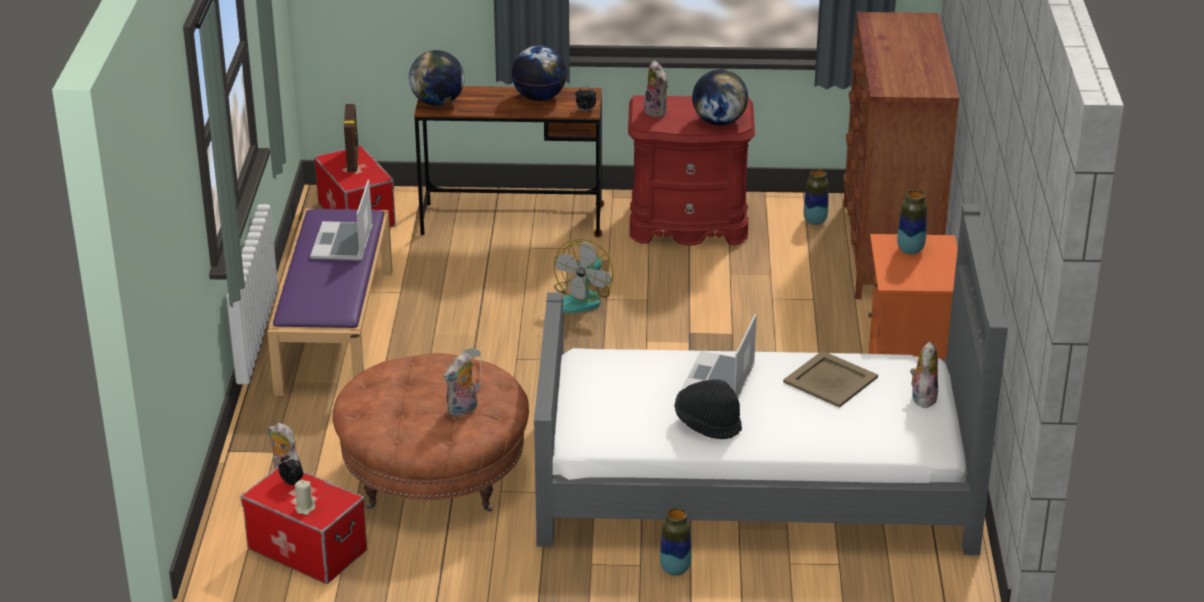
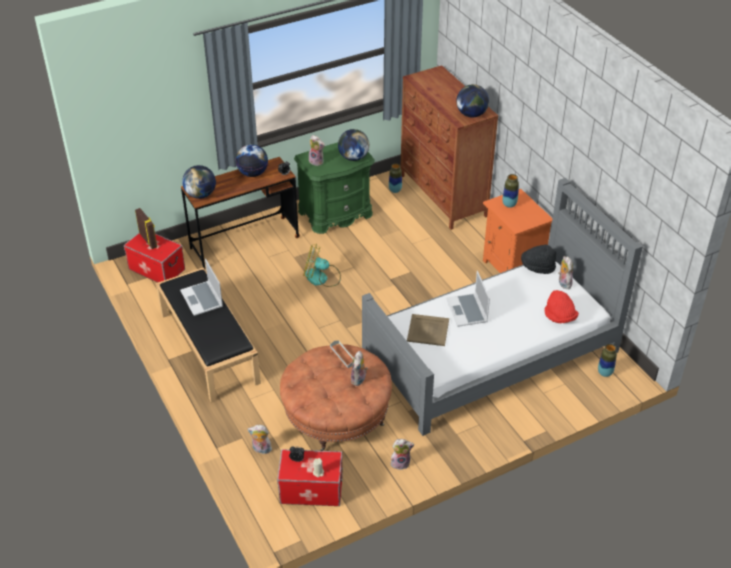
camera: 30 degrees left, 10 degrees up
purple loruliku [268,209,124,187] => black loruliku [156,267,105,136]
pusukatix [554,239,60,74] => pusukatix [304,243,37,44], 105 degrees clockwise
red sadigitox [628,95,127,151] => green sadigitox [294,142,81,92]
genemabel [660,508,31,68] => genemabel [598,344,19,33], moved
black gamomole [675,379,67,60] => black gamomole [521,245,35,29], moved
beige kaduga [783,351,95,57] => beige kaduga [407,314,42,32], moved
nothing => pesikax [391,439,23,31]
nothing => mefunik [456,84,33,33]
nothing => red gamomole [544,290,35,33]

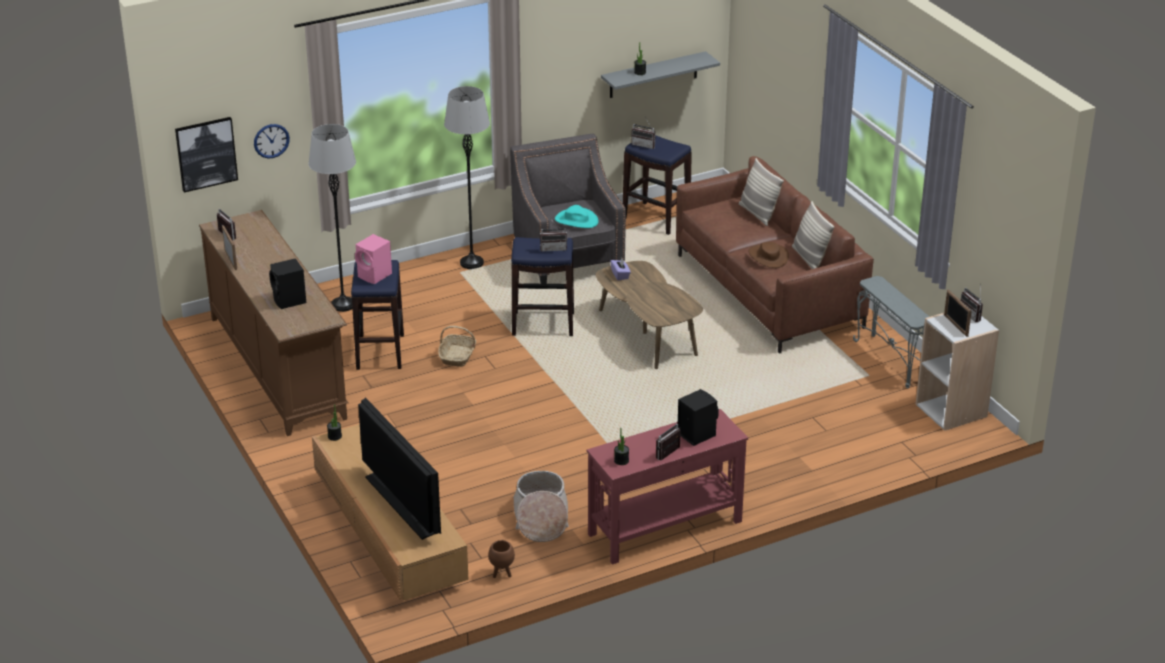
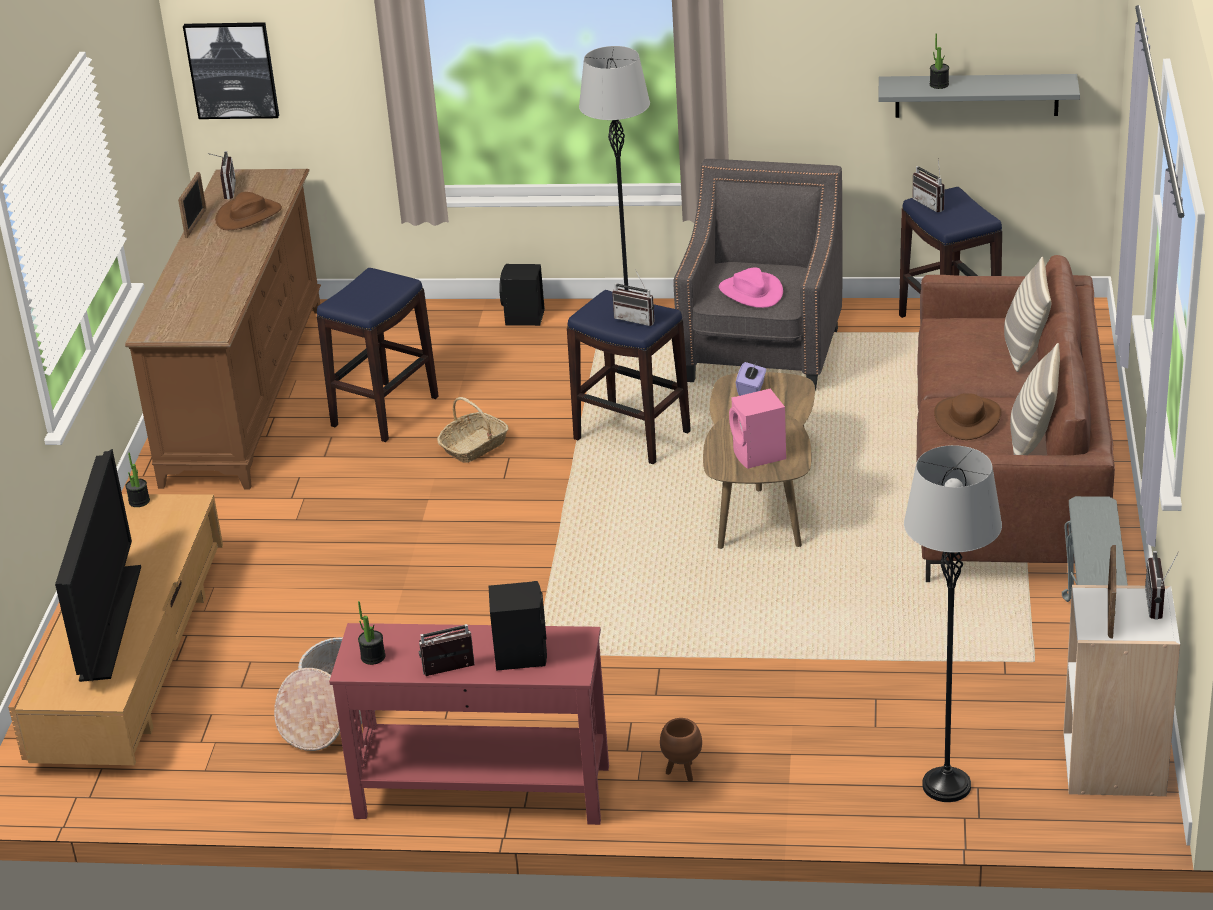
camera: 35 degrees right, 0 degrees up
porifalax [254,124,36,34] => nothing
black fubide [269,258,37,51] => black fubide [499,264,46,62], moved
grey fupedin [309,124,47,188] => grey fupedin [904,445,98,357], moved
pink fubide [355,234,37,50] => pink fubide [729,389,57,80], moved
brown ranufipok [488,540,27,38] => brown ranufipok [660,718,42,64], moved
turquoise gamomole [555,205,43,23] => pink gamomole [719,267,64,41]
nothing => brown gamomole [215,192,67,38]

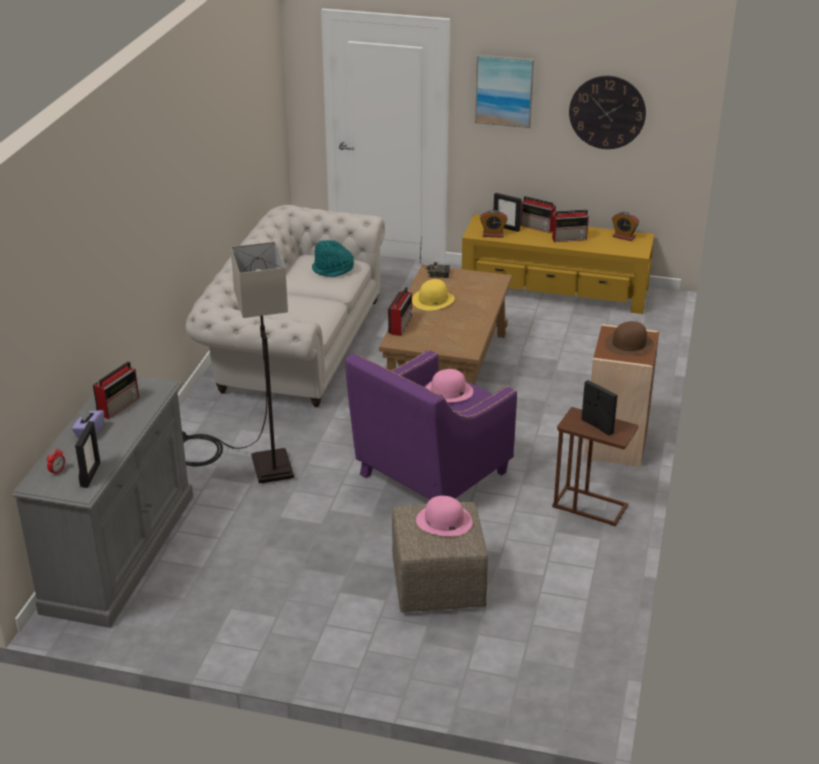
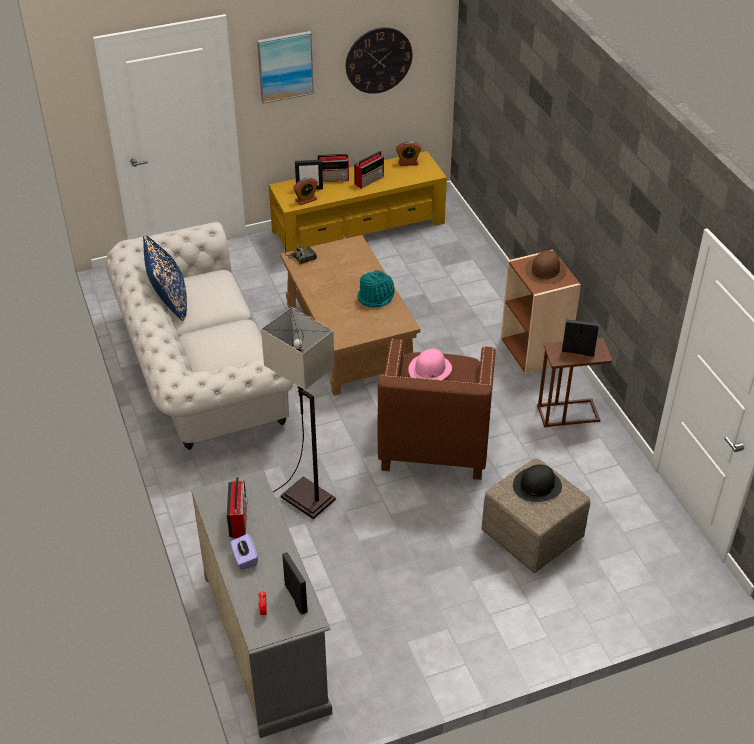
camera: 35 degrees left, 10 degrees up
turquoise gamomole [312,240,42,37] => turquoise gamomole [357,270,38,37], moved
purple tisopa [345,350,172,149] => brown tisopa [378,339,118,141]
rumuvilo [388,287,24,49] => nothing
yellow gamomole [412,279,43,31] => nothing
pink gamomole [416,496,57,40] => black gamomole [513,464,49,38]
nothing => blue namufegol [143,235,44,86]

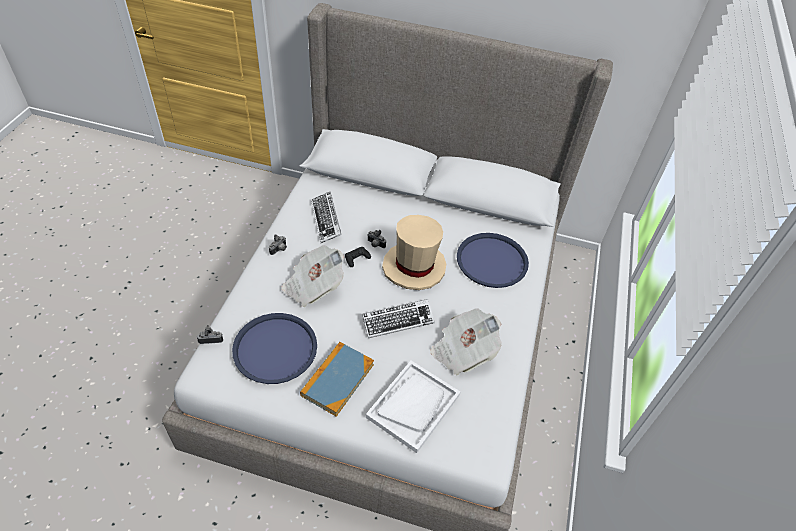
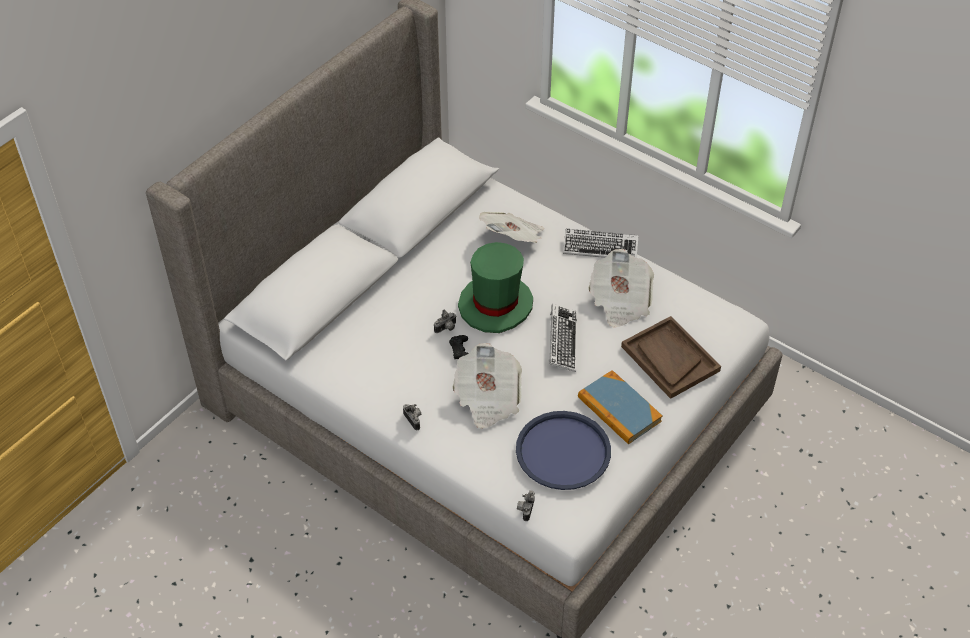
camera: 65 degrees left, 0 degrees up
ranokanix [311,192,31,51] => ranokanix [563,229,76,29], moved
white kaduga [366,360,94,93] => brown kaduga [621,316,100,83]
beige gamomole [382,215,64,75] => green gamomole [458,242,75,91]
blue kaduga [457,233,72,55] => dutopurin [479,212,65,31]

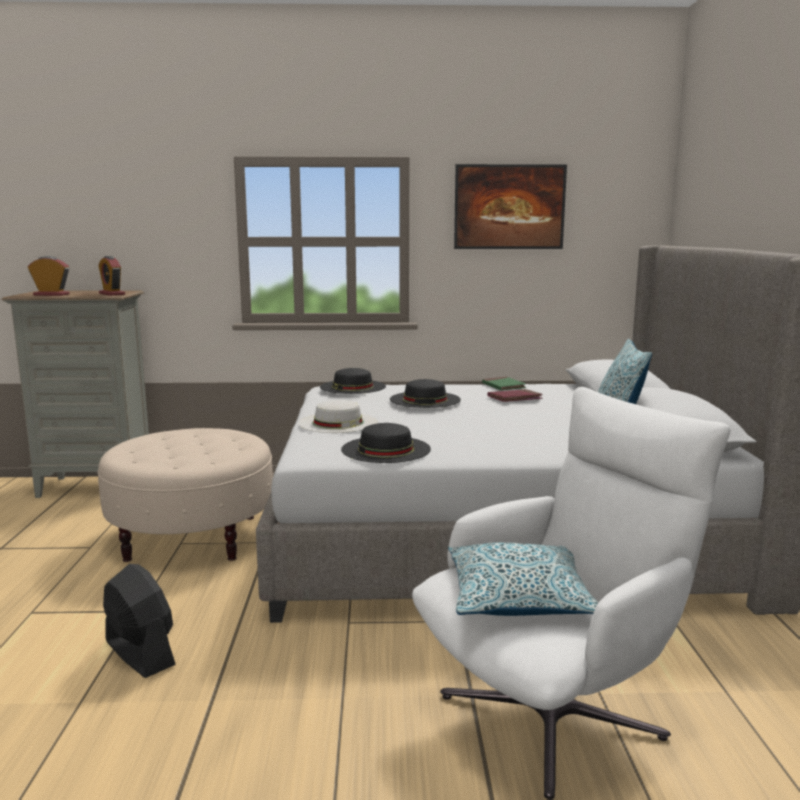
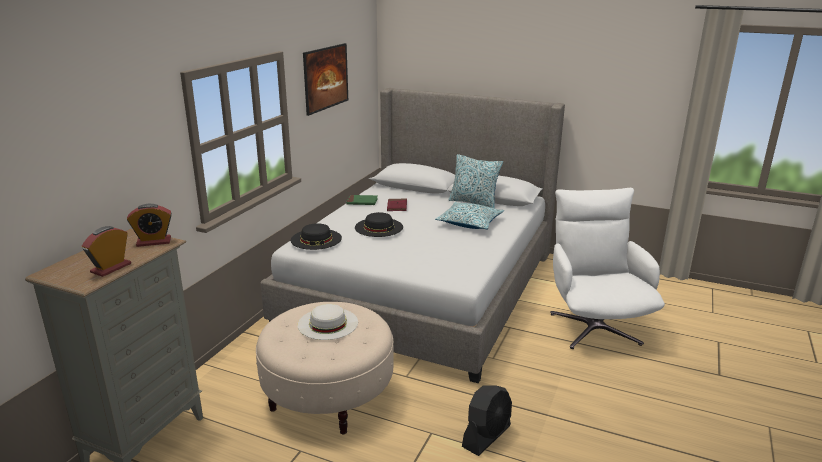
camera: 65 degrees left, 10 degrees up
black pusukatix [103,564,72,114] => black pusukatix [462,385,50,71], 150 degrees clockwise
white gamomole [298,399,80,34] => white gamomole [298,304,60,36], moved
black gamomole [341,423,90,40] => nothing
namufegol [448,542,150,74] => namufegol [435,202,69,28], moved

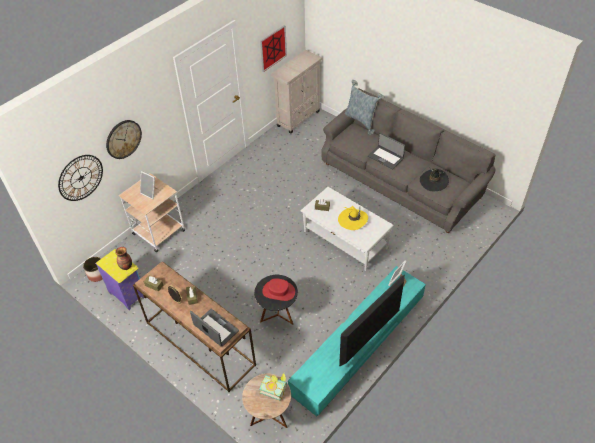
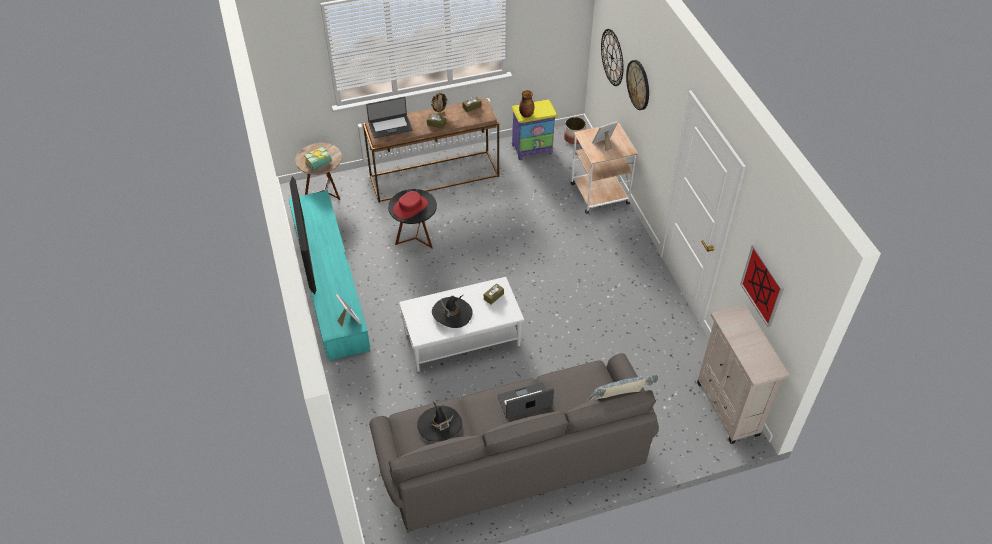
camera: 120 degrees right, 0 degrees up
yellow gamomole [338,206,30,24] => black gamomole [432,295,41,33]

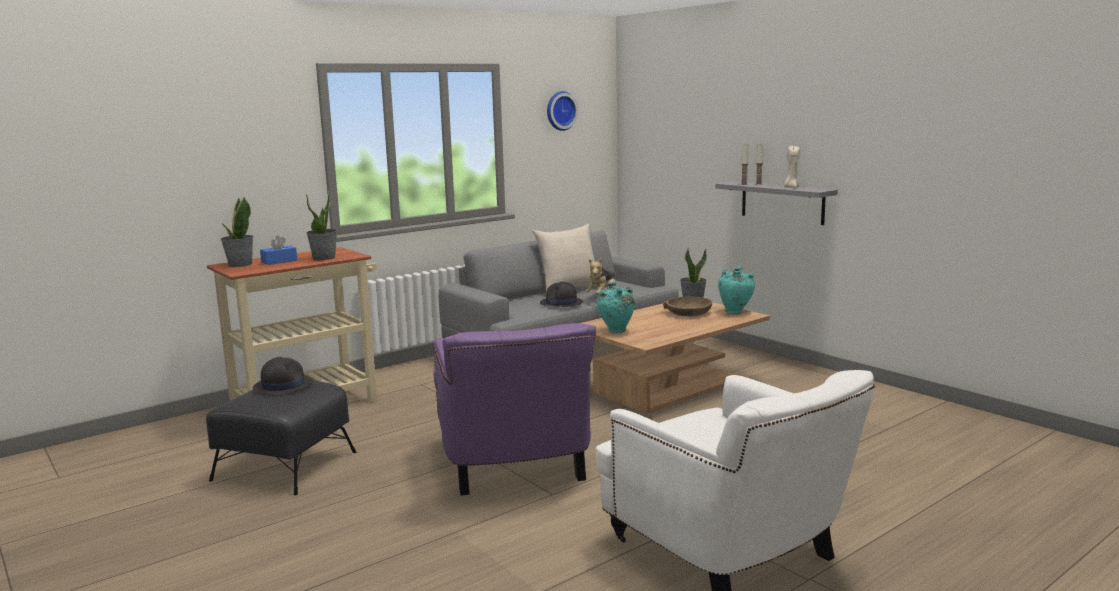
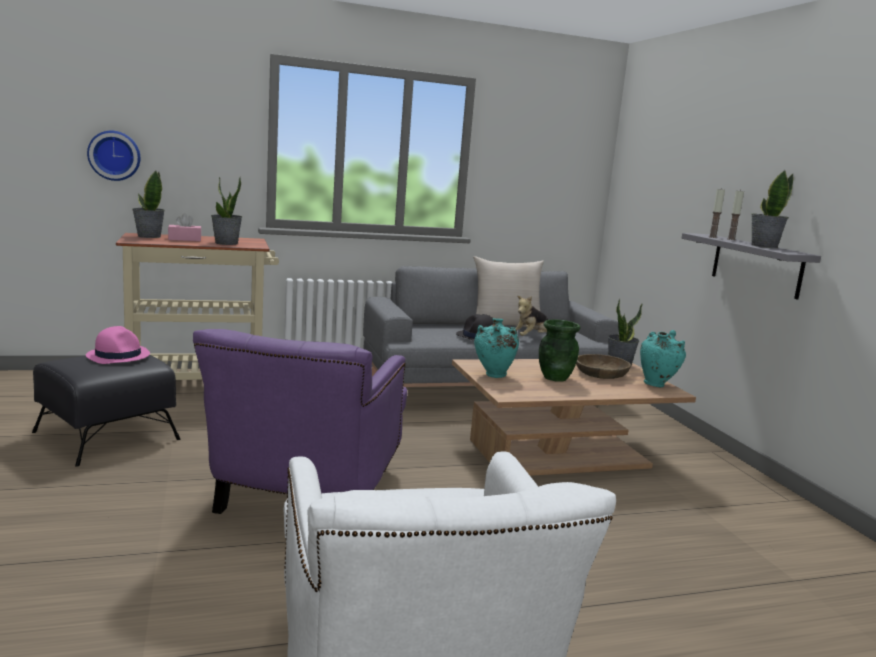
camera: 20 degrees right, 0 degrees up
black gamomole [253,357,60,39] => pink gamomole [86,326,64,38]
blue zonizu [260,236,37,29] => pink zonizu [168,213,34,28]
porifalax [547,91,31,40] => porifalax [87,131,53,50], moved
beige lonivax [784,146,16,41] => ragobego [752,170,42,78]
nothing => green genemabel [539,319,41,63]

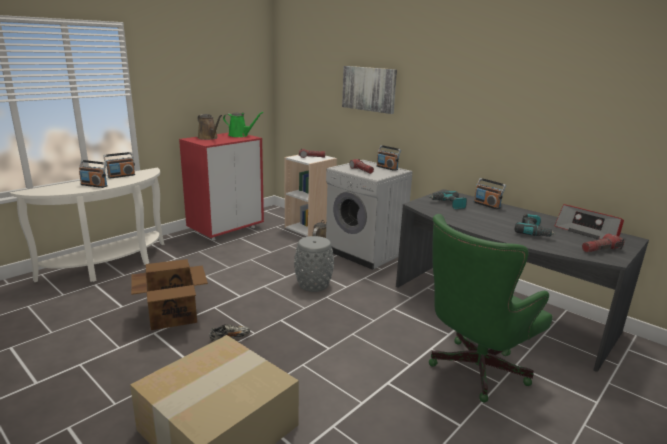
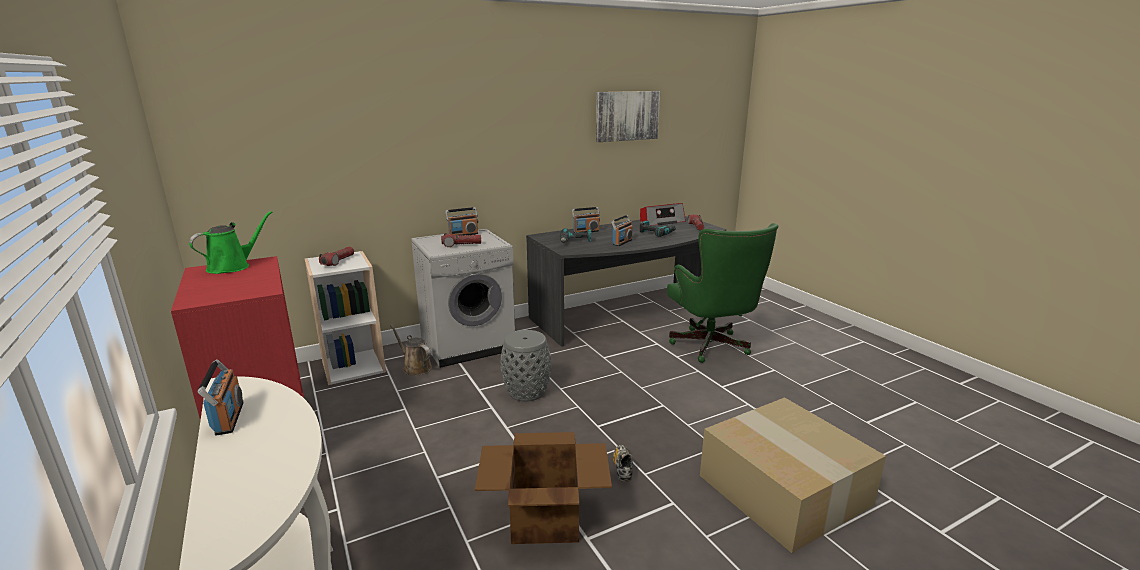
camera: 70 degrees left, 0 degrees up
rumuvilo [79,160,29,28] => rumuvilo [611,215,22,31], moved
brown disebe [197,114,25,26] => nothing
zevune [342,66,55,48] => zevune [596,91,64,51], moved

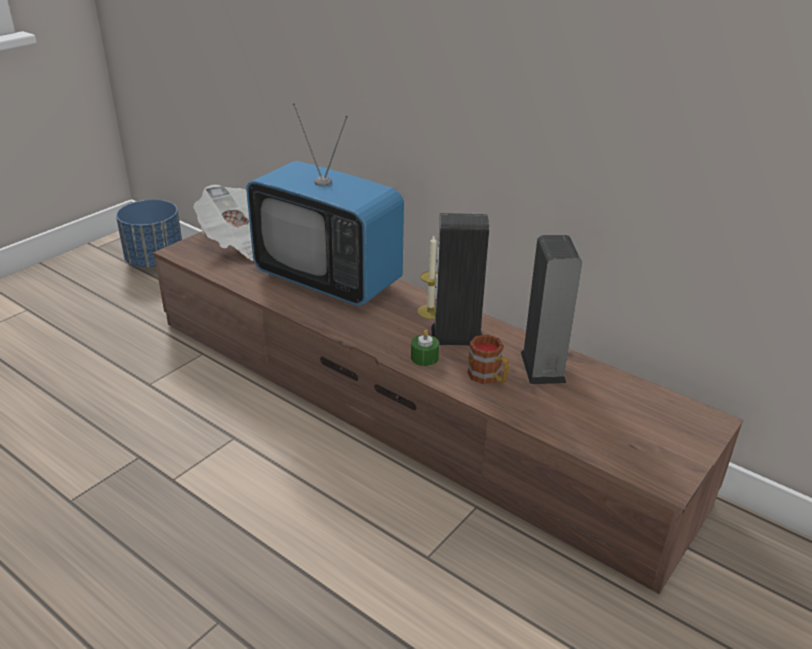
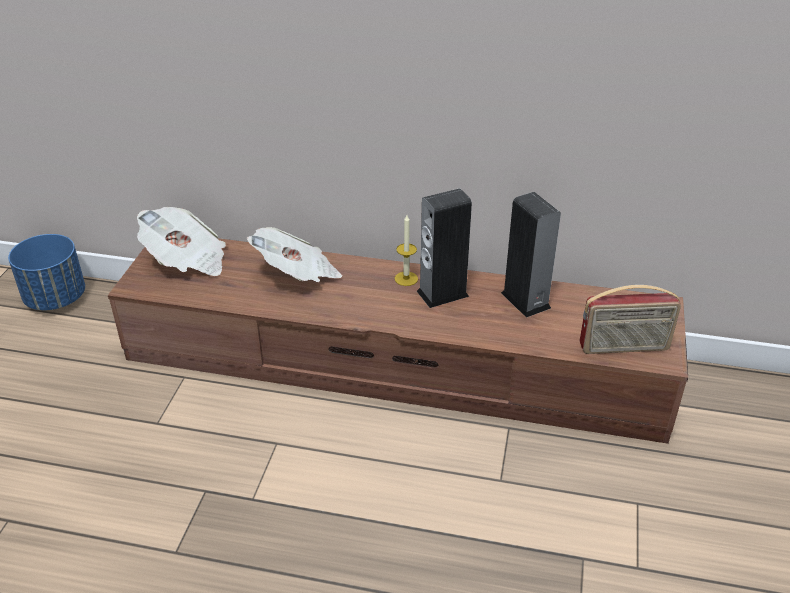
camera: 25 degrees left, 5 degrees up
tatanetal [246,103,158,203] => dutopurin [247,227,96,55]
green lonivax [411,330,28,36] => nothing
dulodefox [467,335,42,49] => nothing
nothing => rumuvilo [580,285,101,69]

